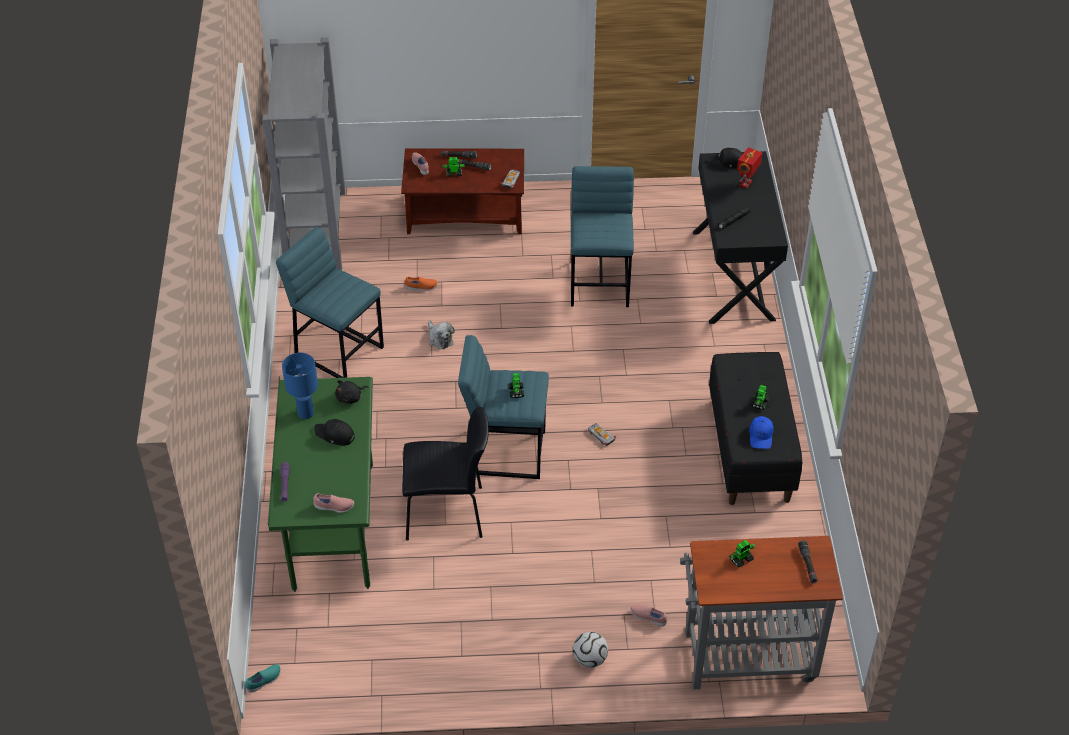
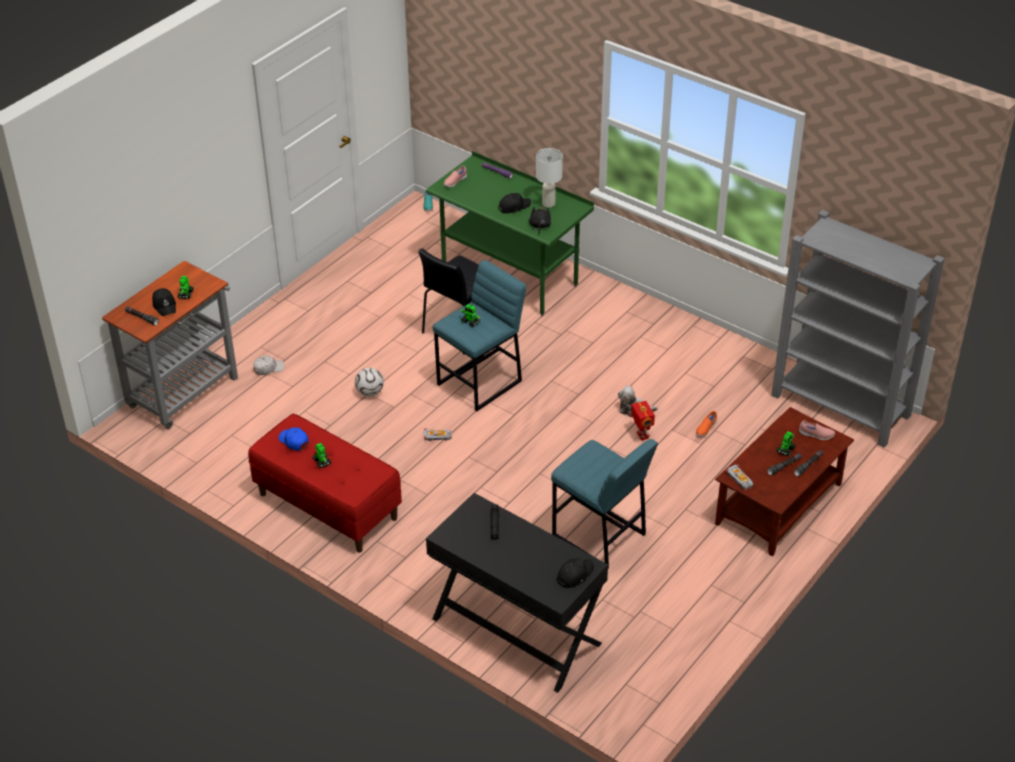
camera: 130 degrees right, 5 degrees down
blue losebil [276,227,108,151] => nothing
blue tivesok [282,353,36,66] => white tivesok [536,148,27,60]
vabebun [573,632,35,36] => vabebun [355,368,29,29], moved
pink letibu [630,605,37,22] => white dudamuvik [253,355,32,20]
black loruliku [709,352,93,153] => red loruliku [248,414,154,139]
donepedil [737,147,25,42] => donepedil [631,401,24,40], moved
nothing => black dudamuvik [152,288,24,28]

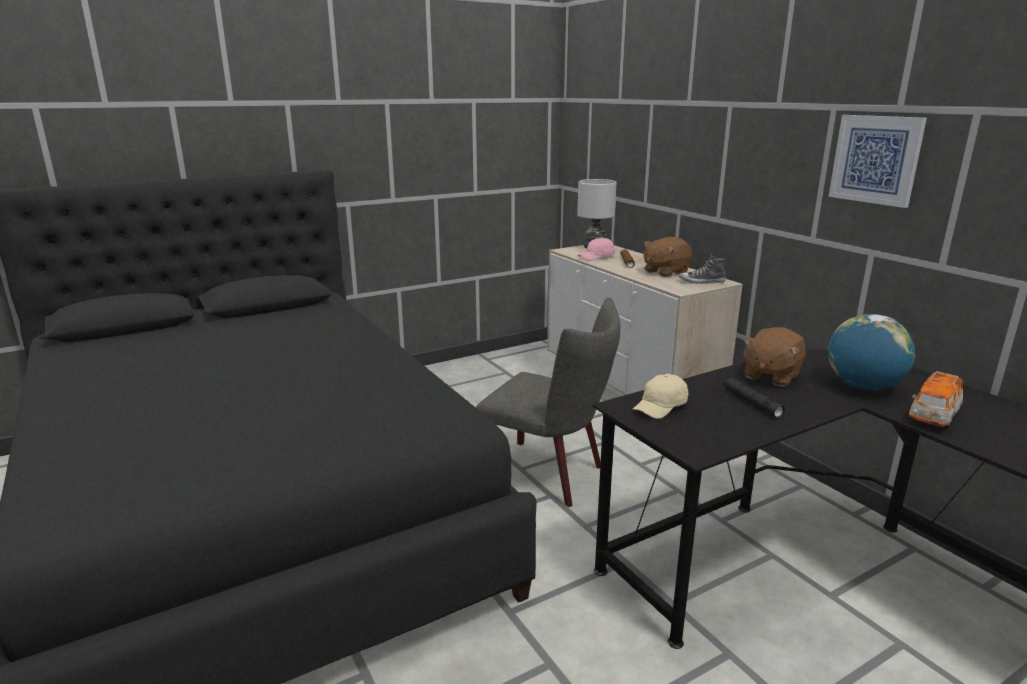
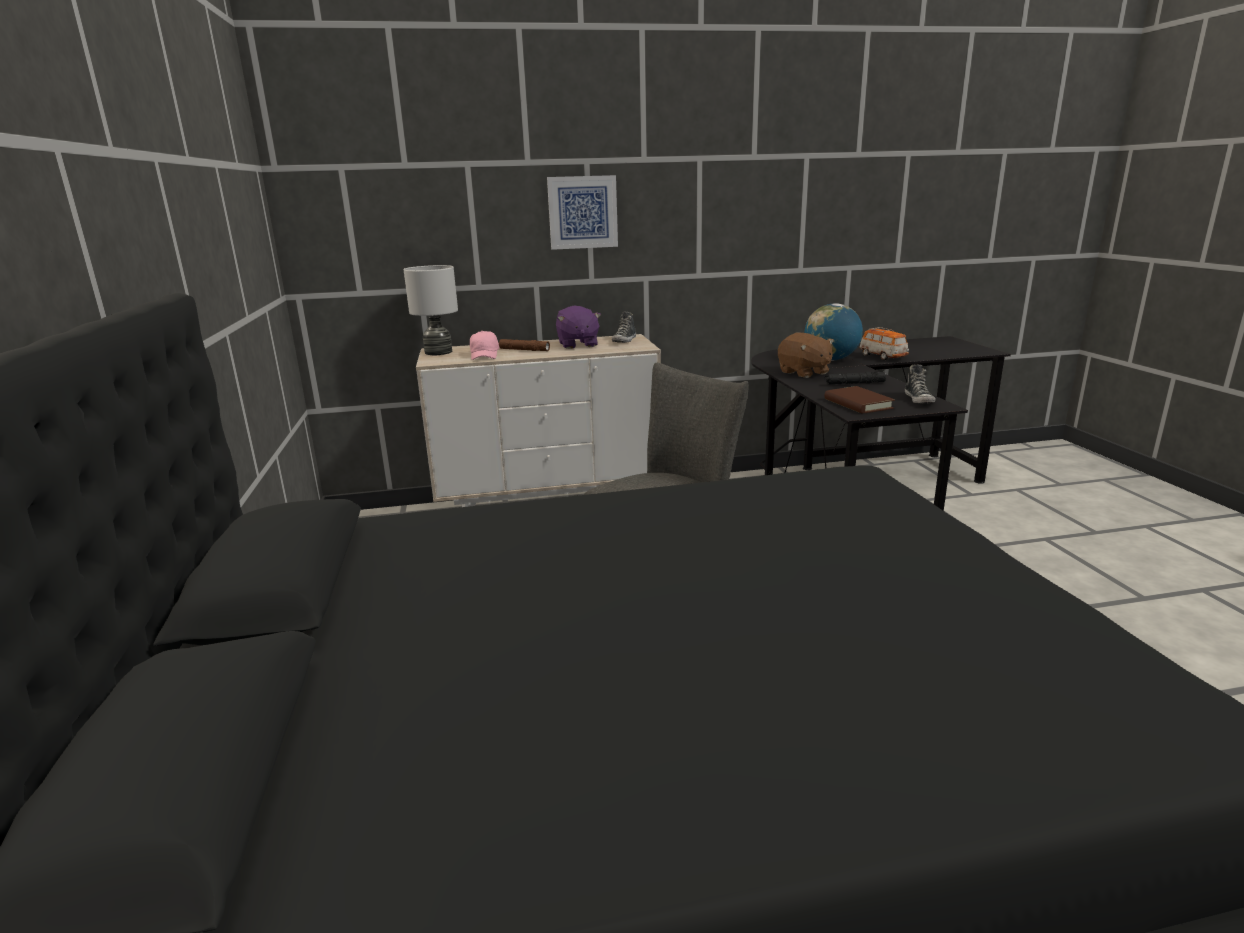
camera: 70 degrees left, 0 degrees up
beige dudamuvik [633,374,55,45] => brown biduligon [824,386,71,28]
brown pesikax [644,237,48,40] => purple pesikax [556,306,45,43]
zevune [828,115,99,93] => zevune [547,175,71,75], moved
nothing => letibu [905,364,30,40]

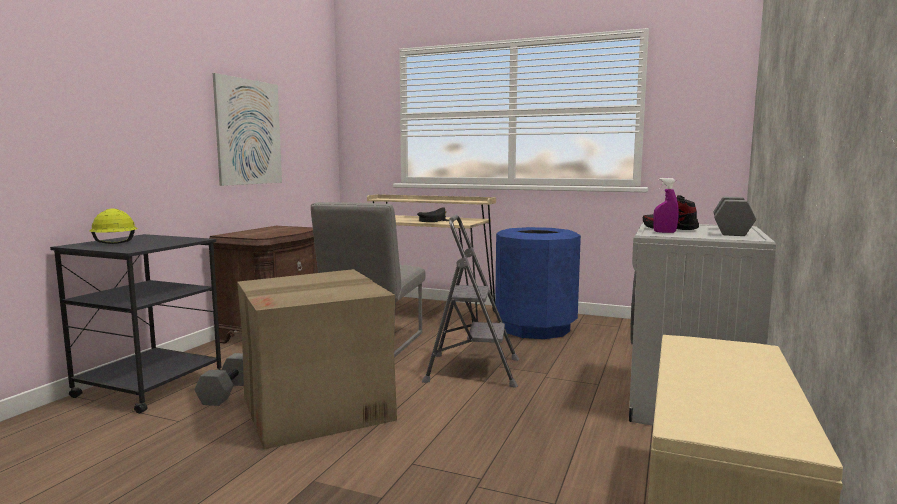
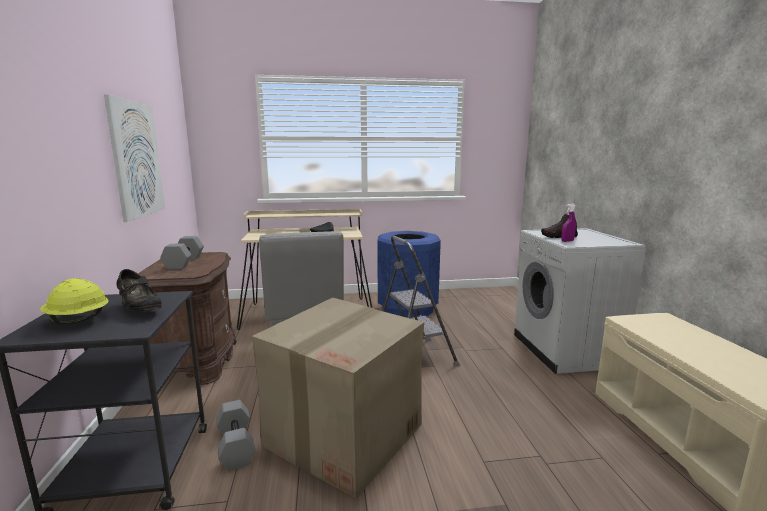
camera: 30 degrees left, 5 degrees up
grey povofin [713,197,43,39] => grey povofin [160,236,44,34], moved
nothing => black letibu [117,269,45,42]

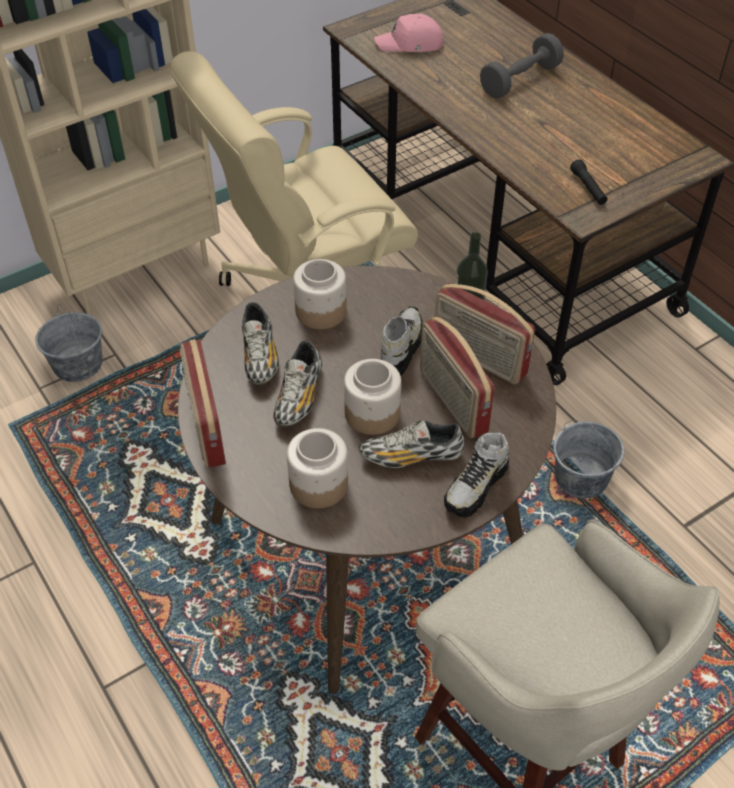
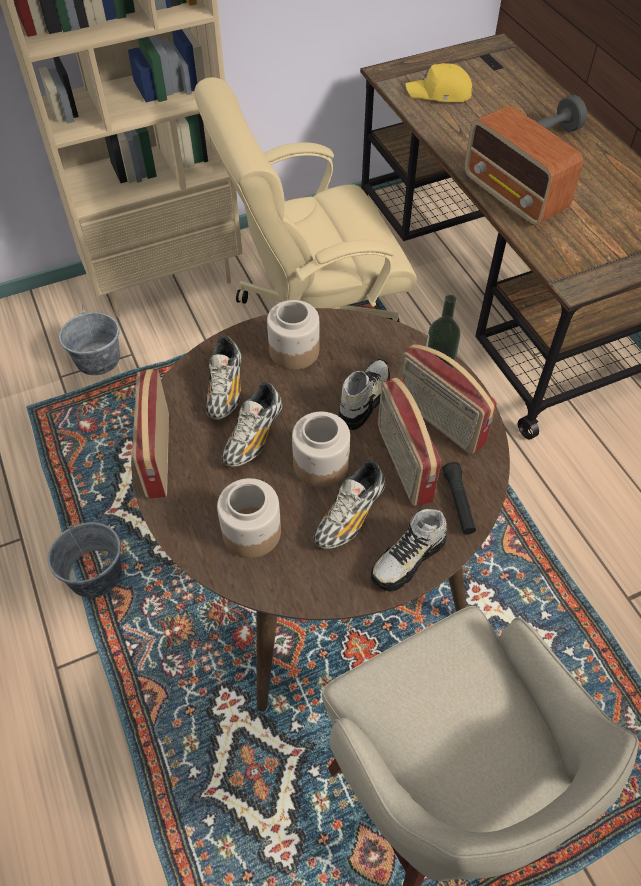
camera: 10 degrees right, 5 degrees up
letibu [359,420,105,48] => letibu [313,460,73,89], 60 degrees counterclockwise
pink dudamuvik [374,14,69,38] => yellow dudamuvik [406,63,67,39]
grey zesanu [553,420,71,78] => grey zesanu [48,522,74,76], moved
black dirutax [570,159,38,46] => black dirutax [442,462,34,73], moved
nothing => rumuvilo [465,105,118,120]

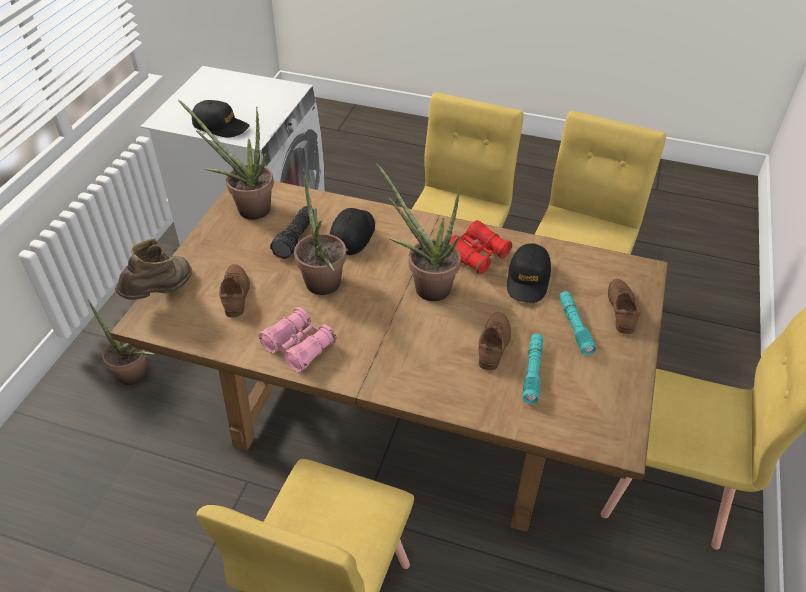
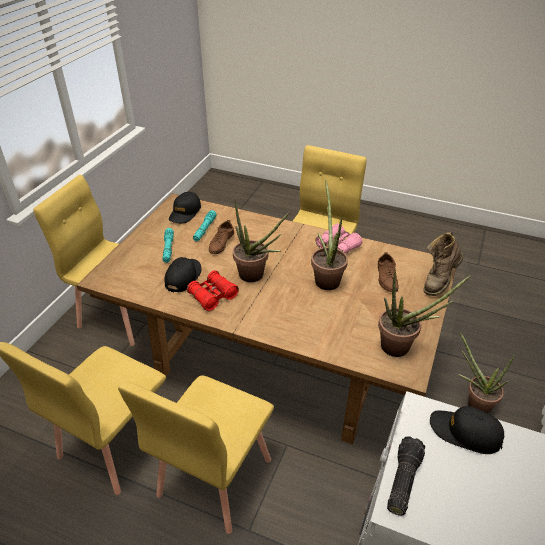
camera: 175 degrees left, 5 degrees down
dirutax [270,206,44,53] => dirutax [387,436,38,80], moved
black dudamuvik [330,208,45,47] => black dudamuvik [169,192,32,31], moved
brown letibu [608,279,33,55] => nothing

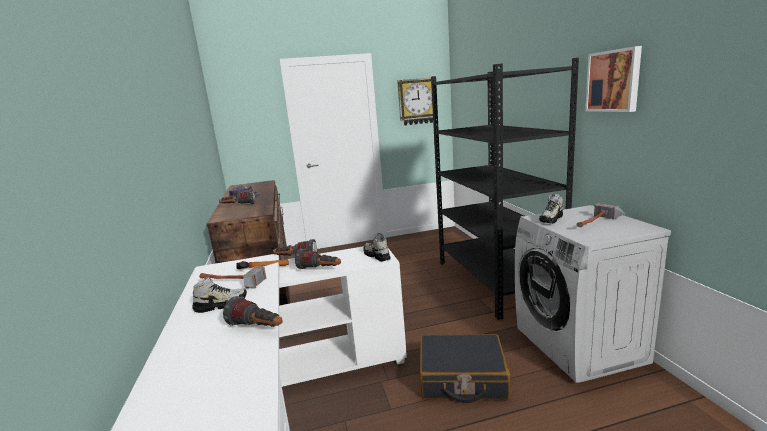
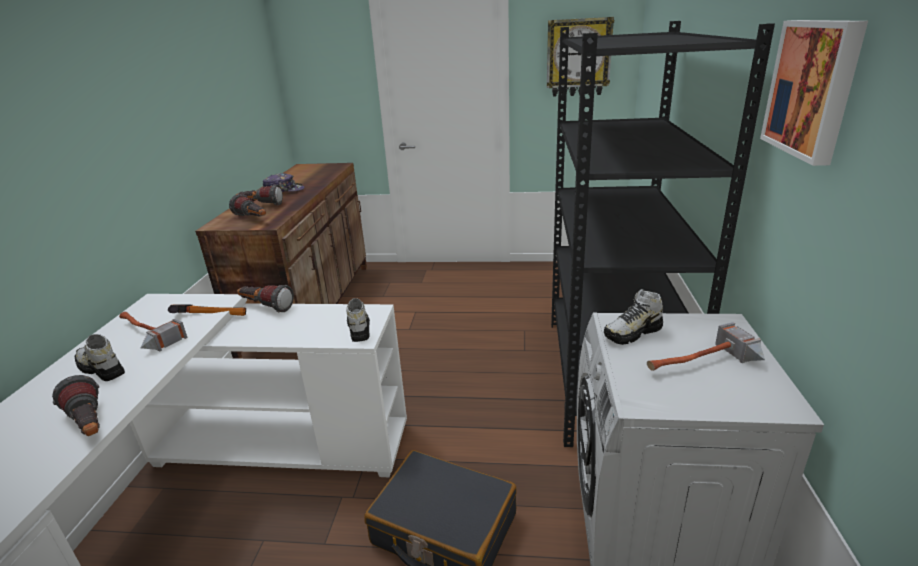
camera: 20 degrees right, 10 degrees up
letibu [192,276,55,37] => letibu [75,334,50,47], 150 degrees counterclockwise
dirutax [295,248,46,21] => dirutax [229,194,37,23], moved

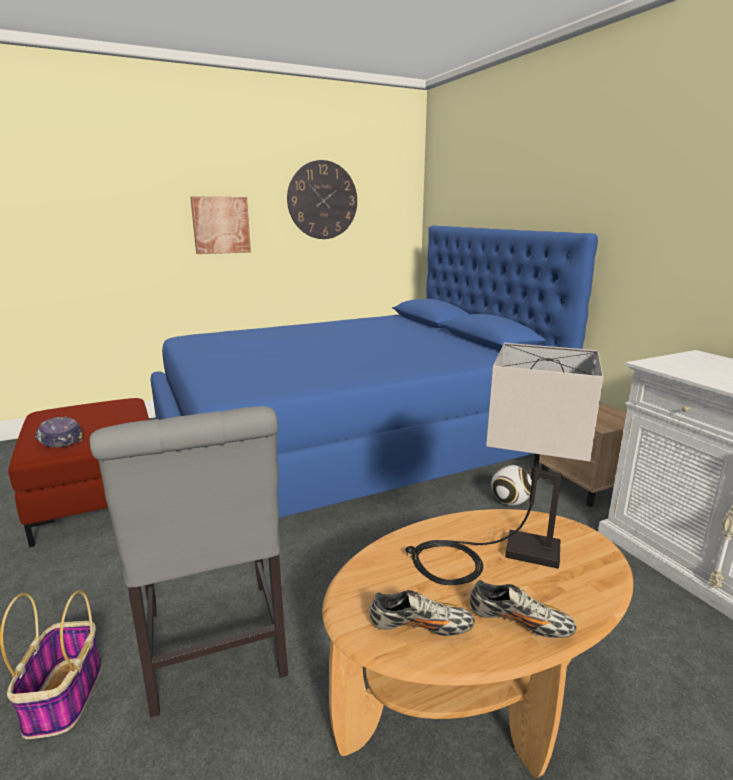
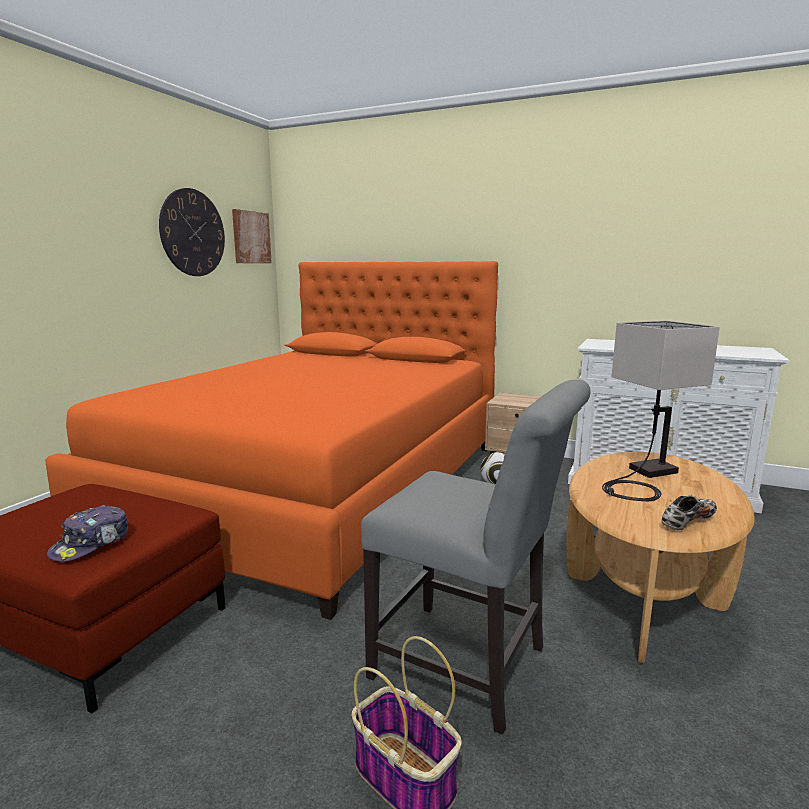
camera: 40 degrees left, 5 degrees down
dudamuvik [35,416,48,32] => dudamuvik [47,505,81,57], 60 degrees counterclockwise
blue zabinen [150,225,448,293] => orange zabinen [45,261,453,359]
zevune [190,196,61,58] => zevune [232,209,40,54], moved
letibu [470,580,106,58] => nothing

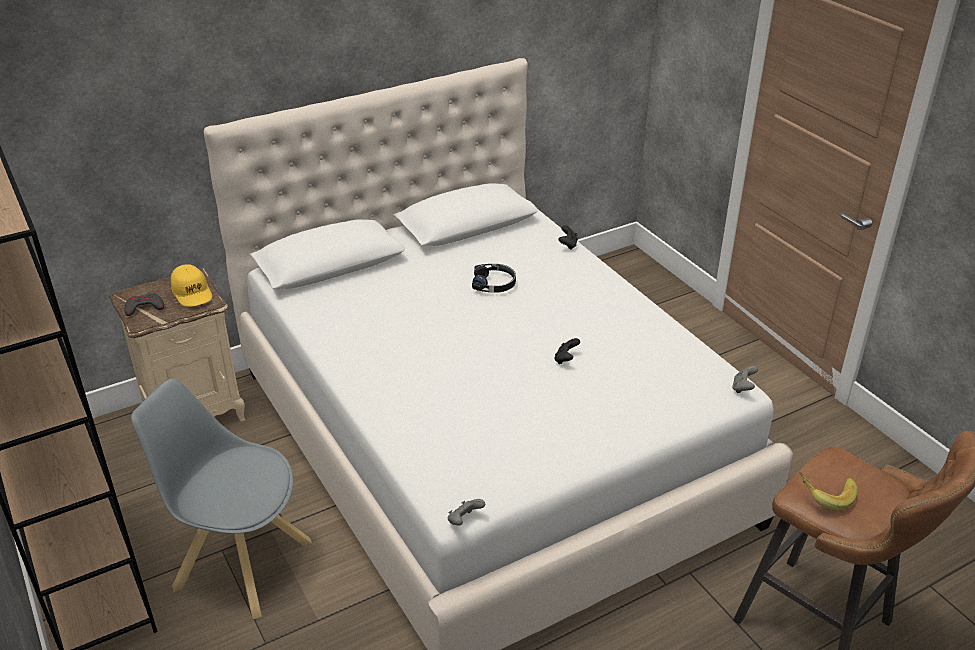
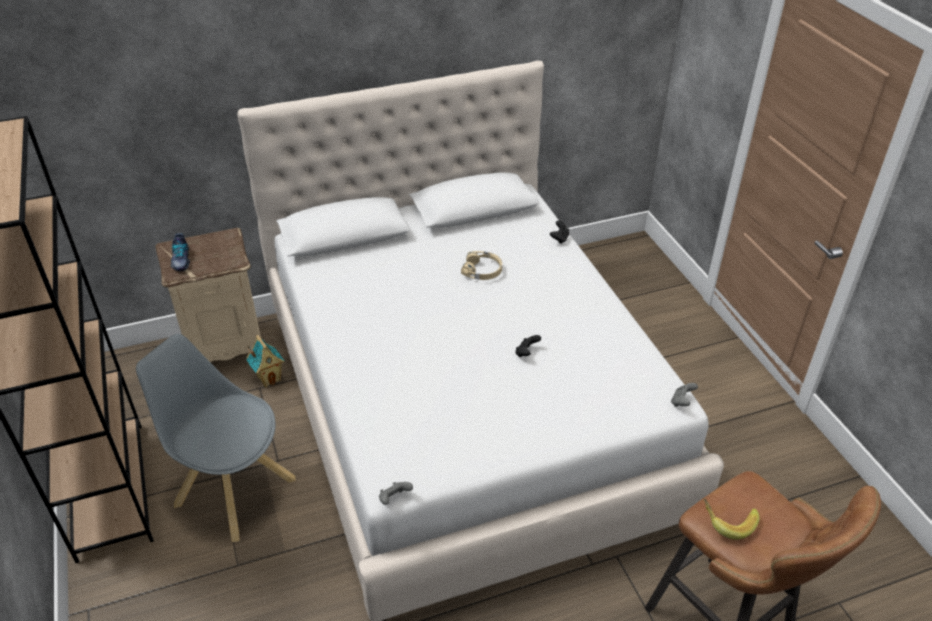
camera: 10 degrees right, 5 degrees up
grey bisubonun [124,293,40,23] => letibu [171,233,19,38]
yellow dudamuvik [171,264,41,43] => nothing
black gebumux [472,264,44,29] => beige gebumux [461,251,41,29]
nothing => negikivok [246,335,39,53]

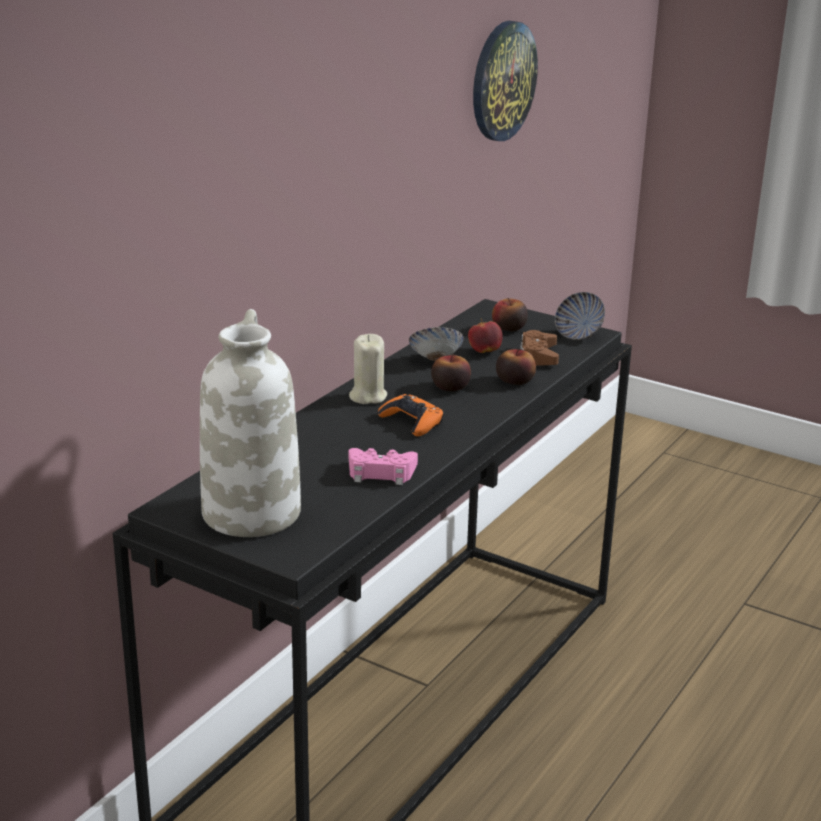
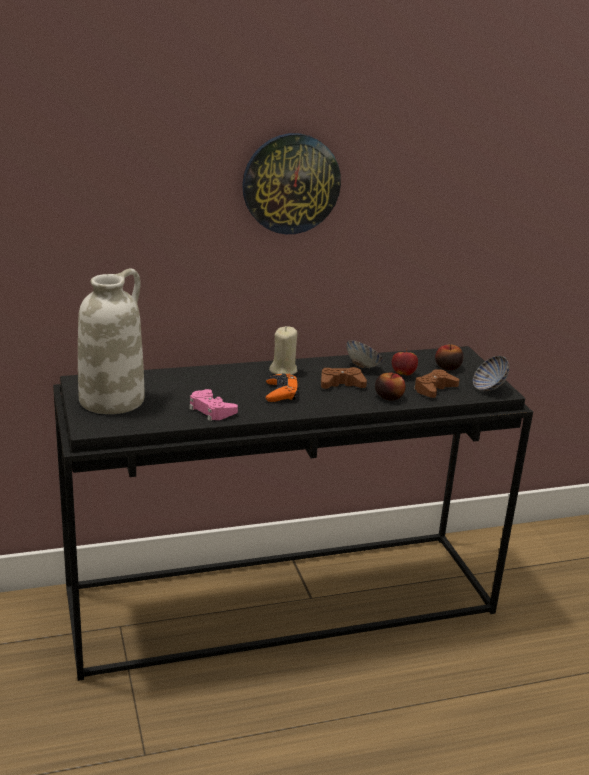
camera: 40 degrees right, 0 degrees up
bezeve [431,354,40,37] => brown bisubonun [321,367,46,22]
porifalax [473,21,65,120] => porifalax [242,133,99,101], moved

